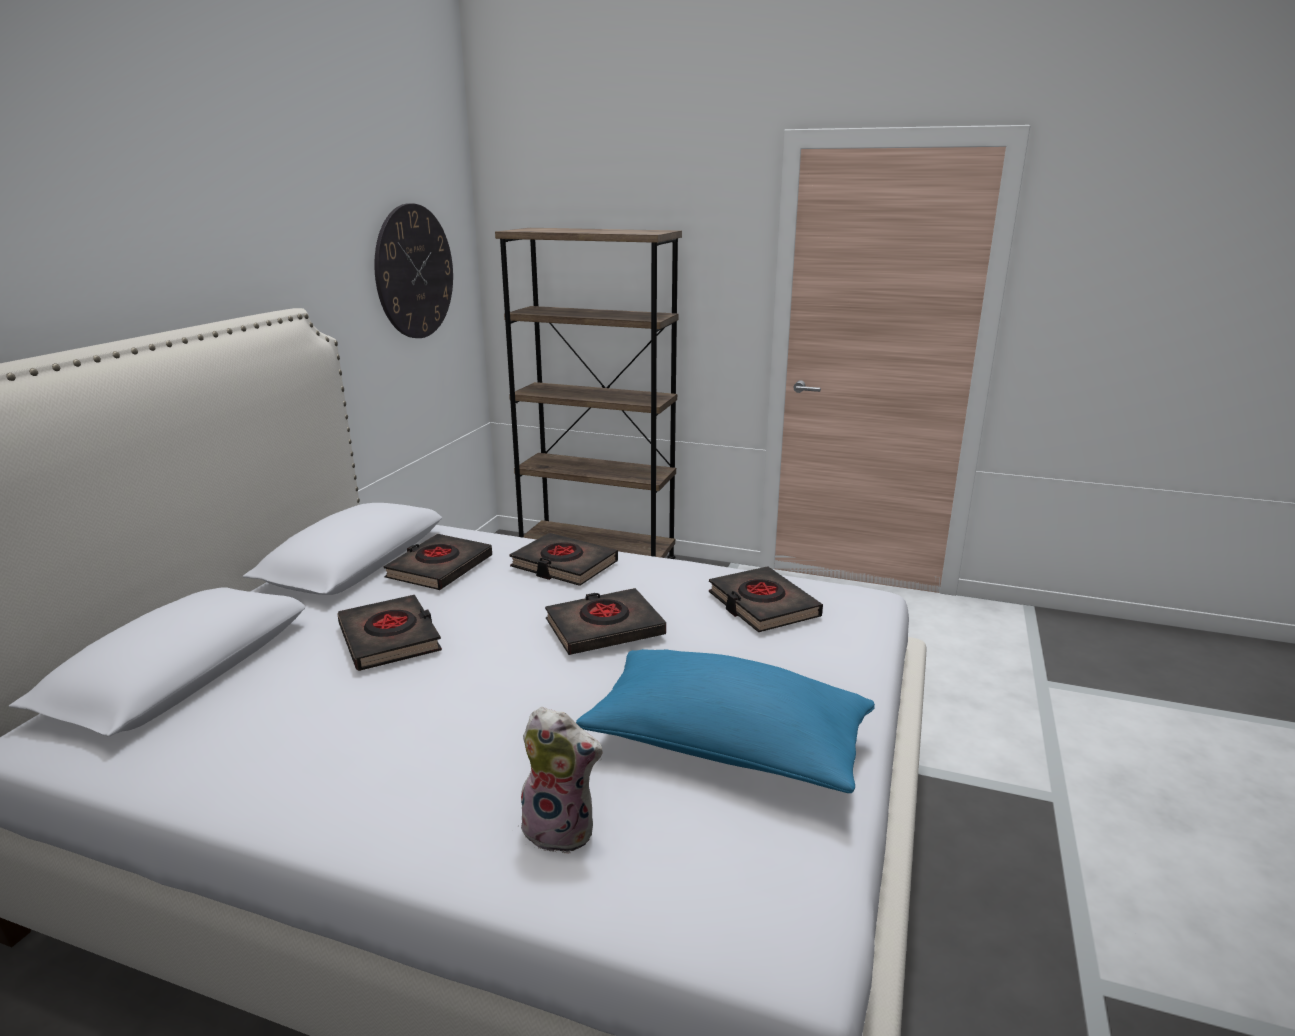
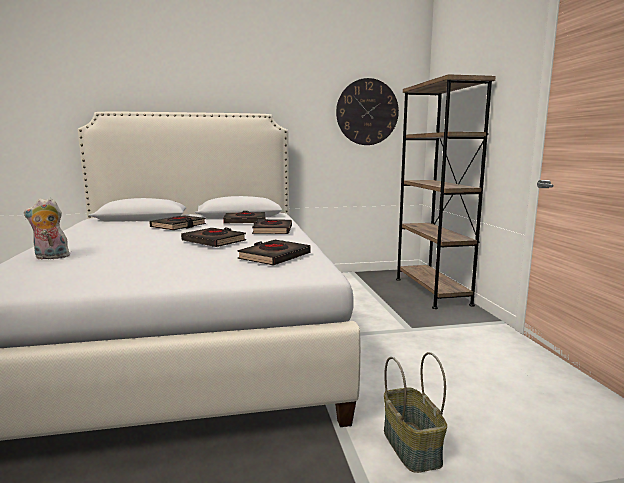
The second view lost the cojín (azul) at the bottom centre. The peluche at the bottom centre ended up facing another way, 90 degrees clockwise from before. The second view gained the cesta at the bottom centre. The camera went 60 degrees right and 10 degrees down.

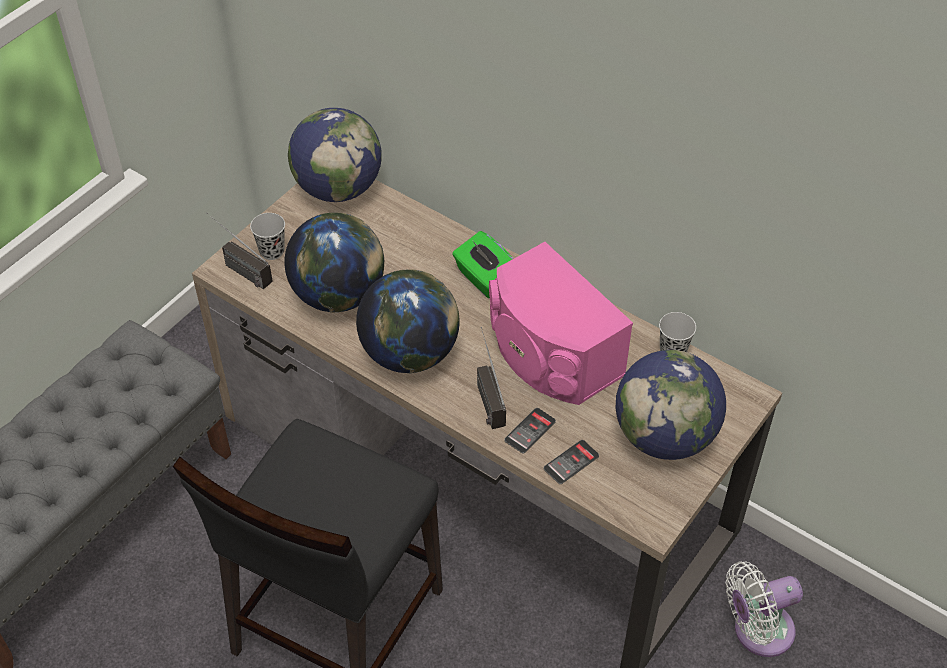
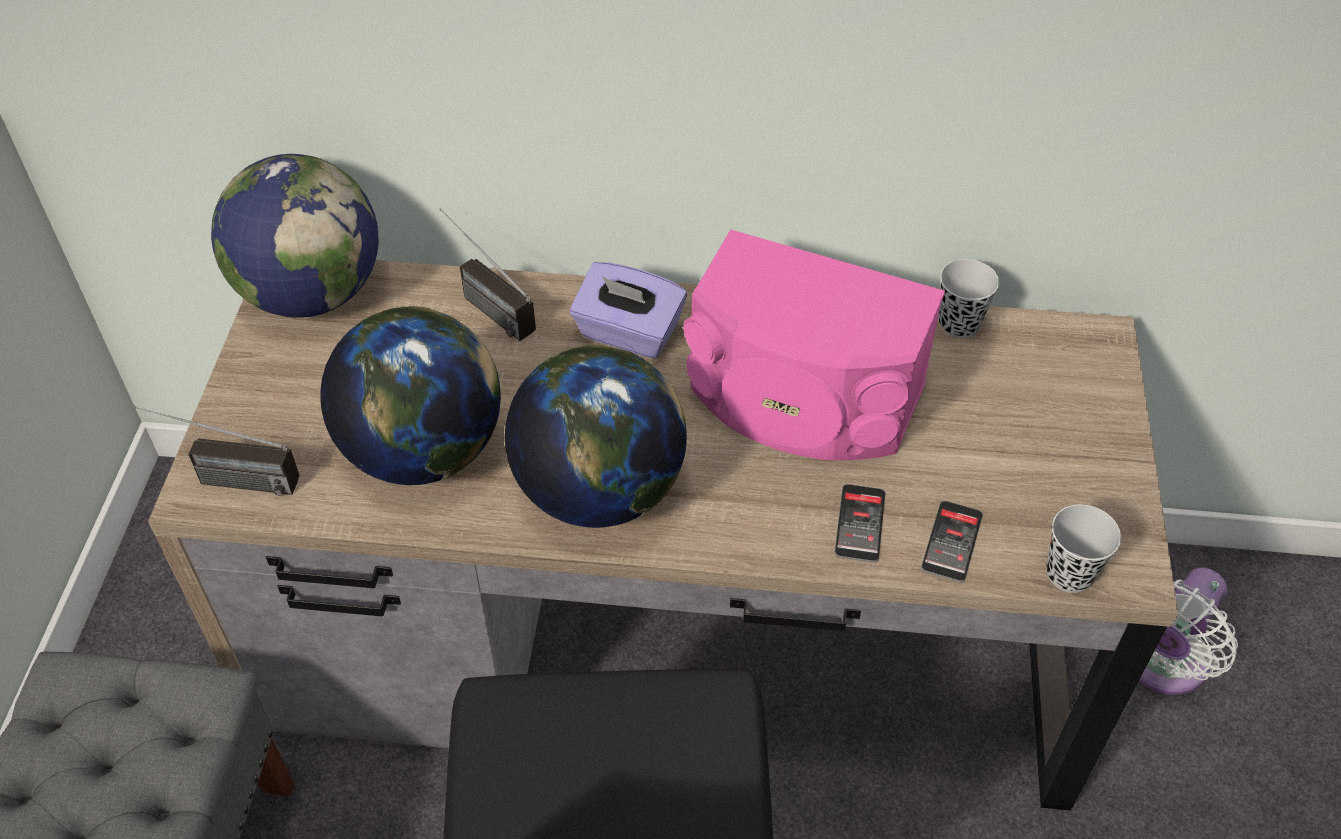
The taza (negro) (1st from left in the first image) ended up elsewhere, having gone from the middle left to the middle right. What was the caja de pañuelos (verde) at the centre turned into the caja de pañuelos (morado) at the centre. The radio (2nd from left) ended up elsewhere, having gone from the centre to the top centre. The second view lost the globo terráqueo (4th from left) at the middle right. The camera went 30 degrees left and 0 degrees up.

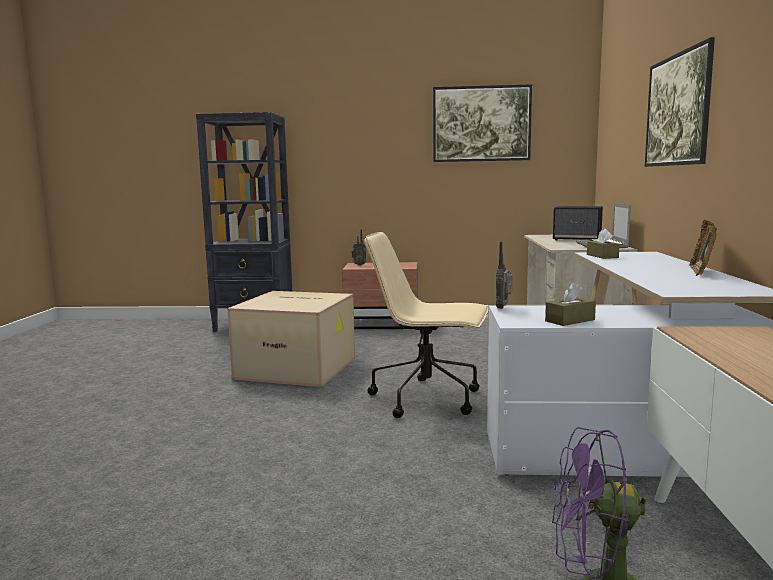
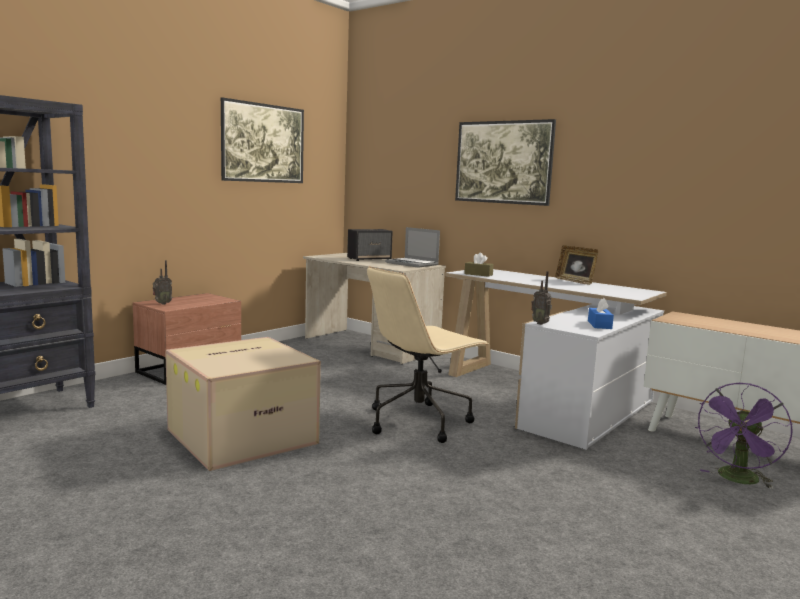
What was the caja de pañuelos (marrón) (1st from left) at the middle right turned into the caja de pañuelos (azul) at the middle right. The camera went 55 degrees left and 0 degrees up.

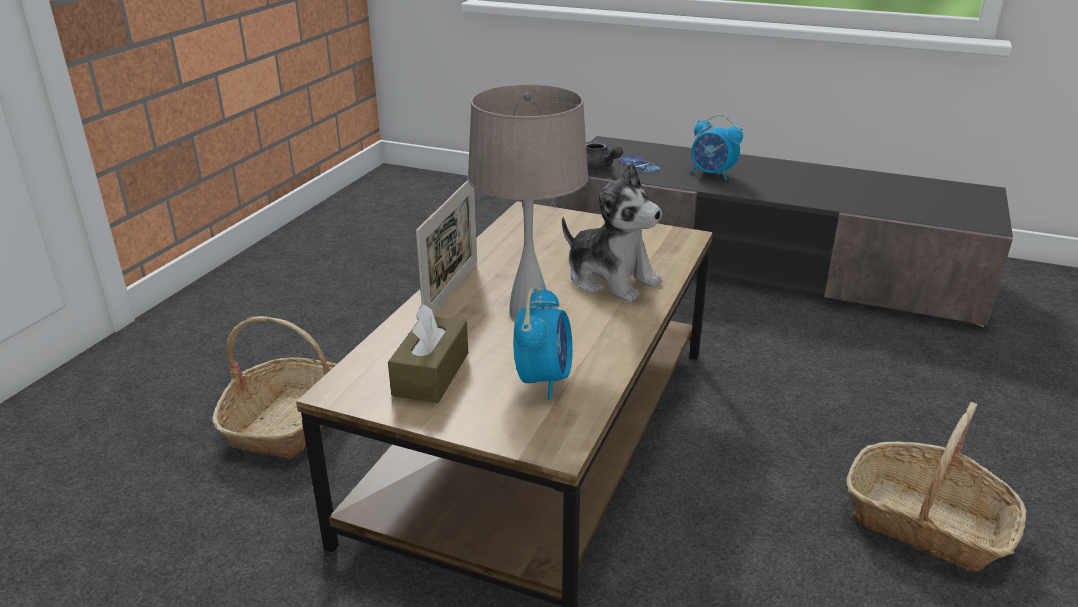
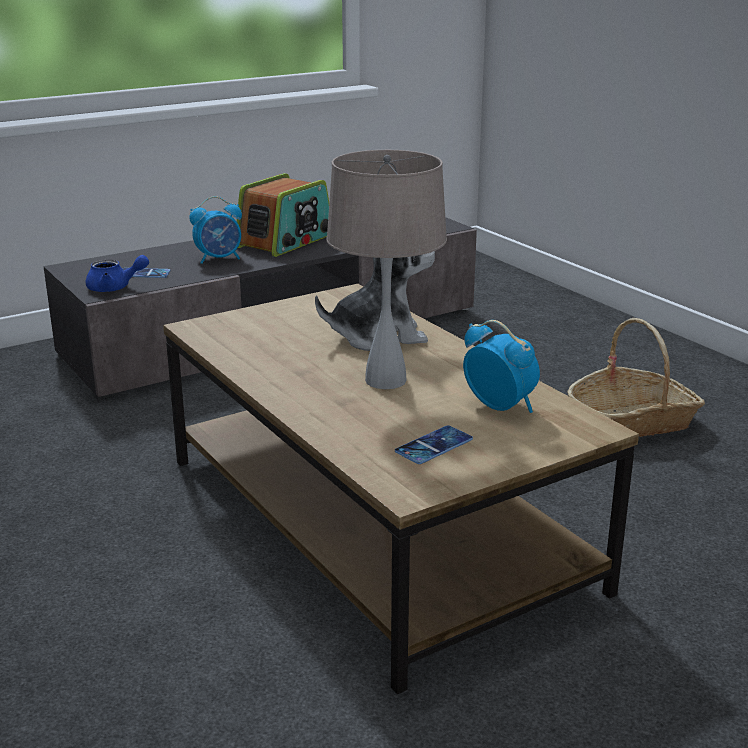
What was the tetera (gris) at the top centre turned into the tetera (azul) at the middle left. The second view lost the portarretratos at the centre. Where the caja de pañuelos (marrón) stood at the centre, the móvil (2nd from left) came to stand at the centre. The second view lost the cesta (1st from left) at the middle left. The second view gained the radio at the top centre. The camera went 55 degrees left and 5 degrees down.

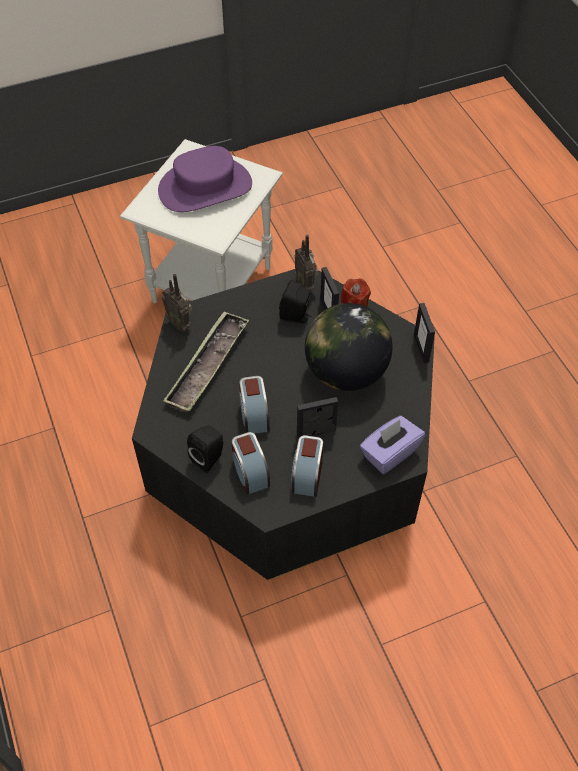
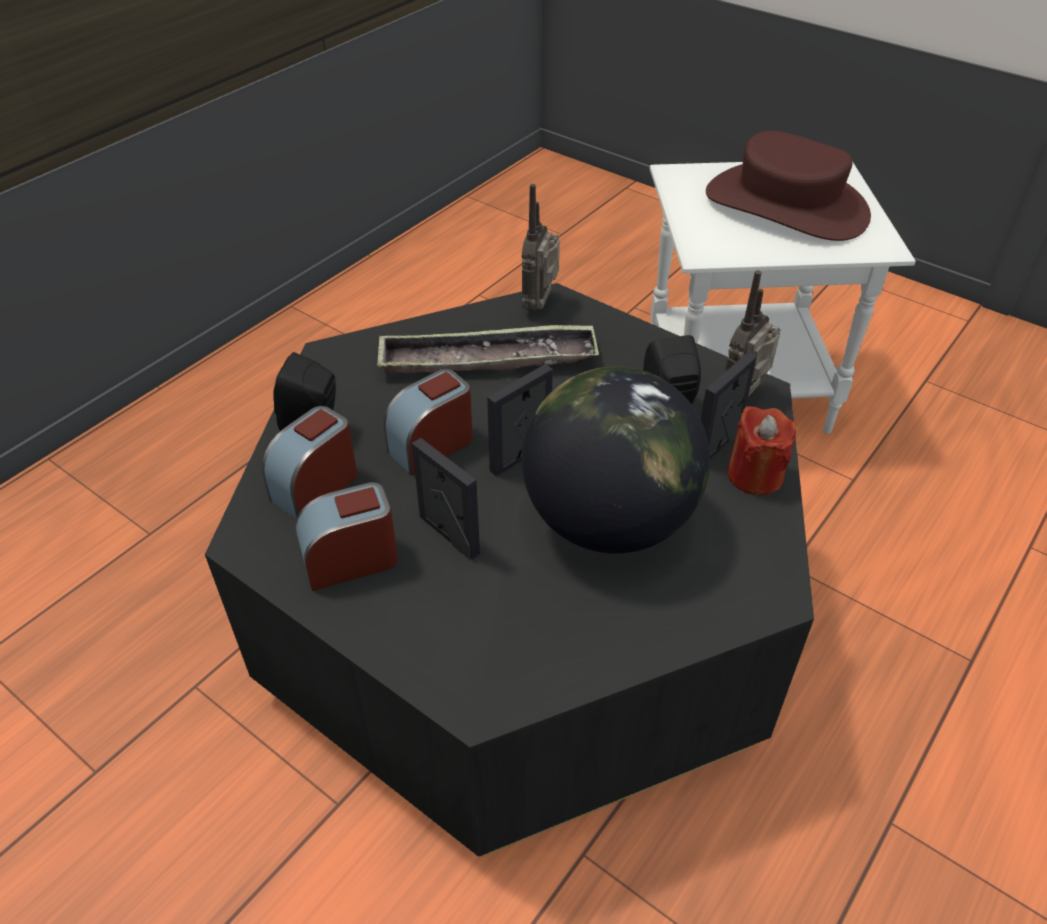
What was the sombrero (morado) at the top centre turned into the sombrero (marrón) at the top right. The portarretratos (3rd from left in the first image) ended up elsewhere, having gone from the middle right to the centre. The second view lost the caja de pañuelos (morado) at the middle right. The camera went 60 degrees right and 10 degrees down.

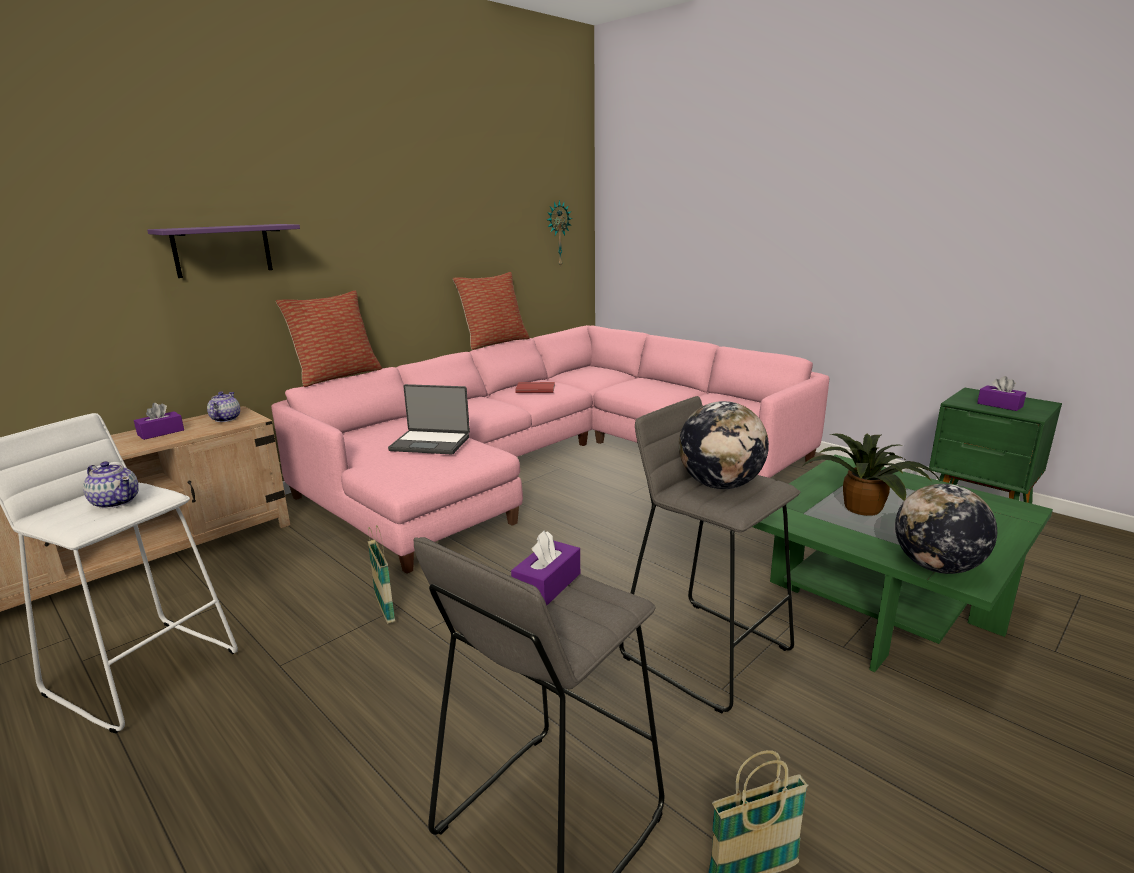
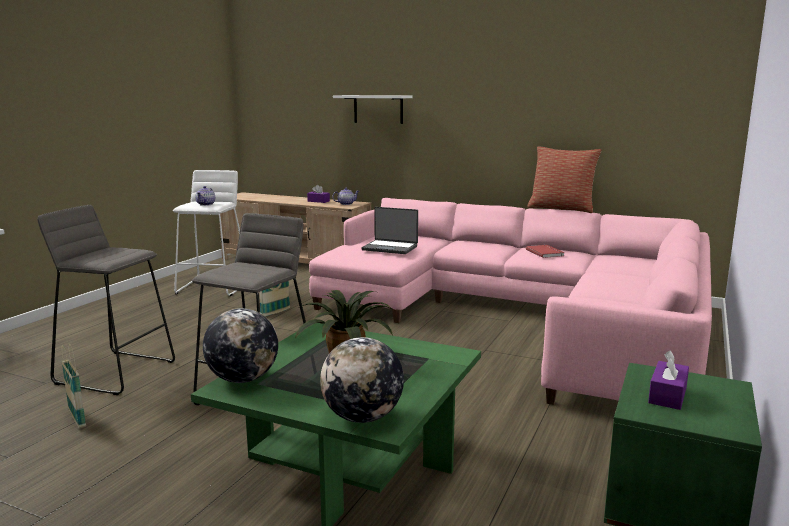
The second view lost the reloj de pared at the top centre. What was the estante (morado) at the top left turned into the estante (blanco) at the top centre. The second view lost the cojín (1st from left) at the middle left. The portátil at the centre ended up facing another way, 60 degrees counterclockwise from before. The globo terráqueo (1st from left in the first image) ended up elsewhere, having gone from the centre to the bottom centre. The second view lost the caja de pañuelos (morado) (2nd from left) at the centre. The camera went 70 degrees right and 5 degrees down.

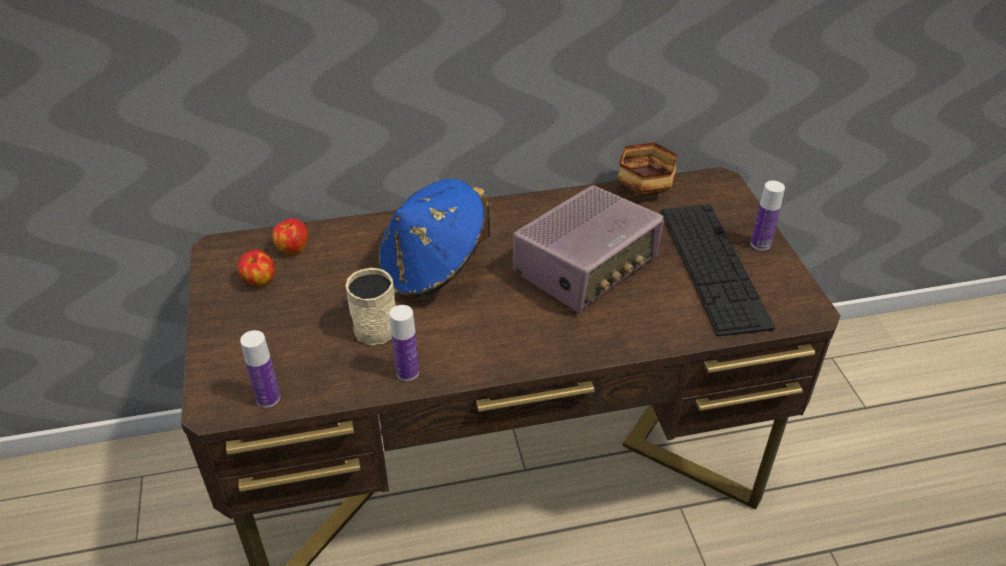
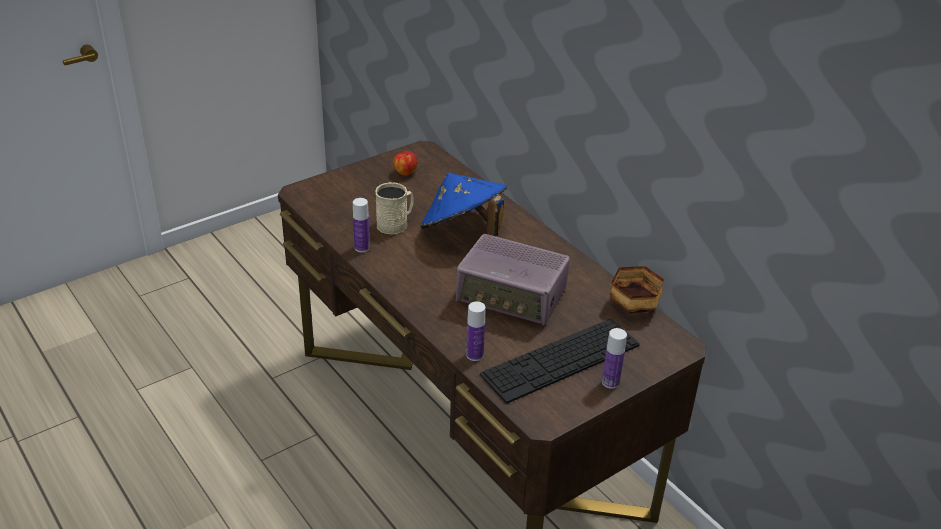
The second view lost the manzana (2nd from left) at the middle left. The botella (1st from left in the first image) ended up elsewhere, having gone from the middle left to the centre. The camera went 65 degrees right and 5 degrees down.

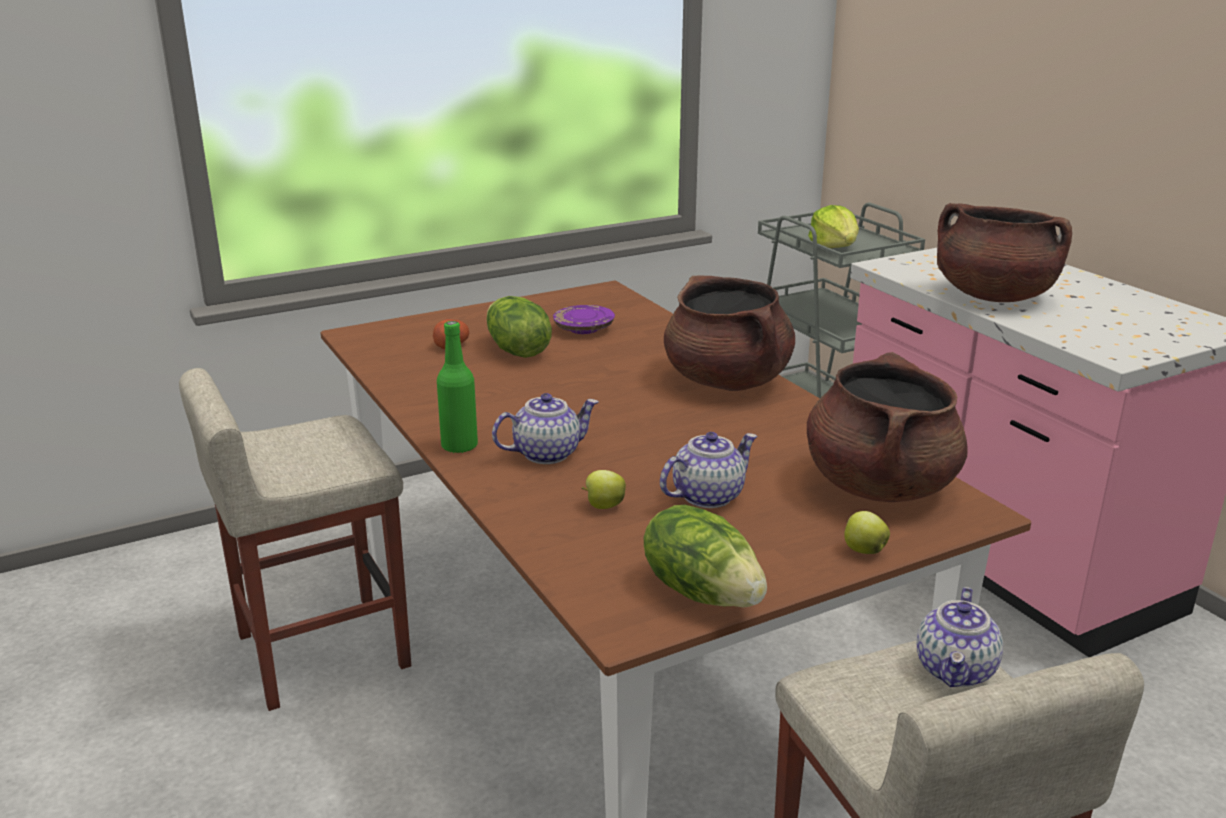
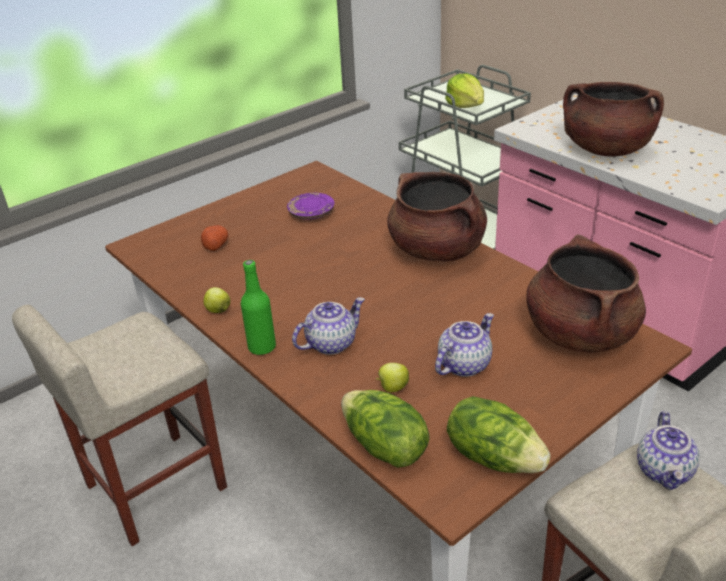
The lechuga (1st from left) ended up elsewhere, having gone from the centre to the bottom centre. The manzana (2nd from left in the first image) ended up elsewhere, having gone from the middle right to the middle left. The camera went 10 degrees left and 10 degrees up.

